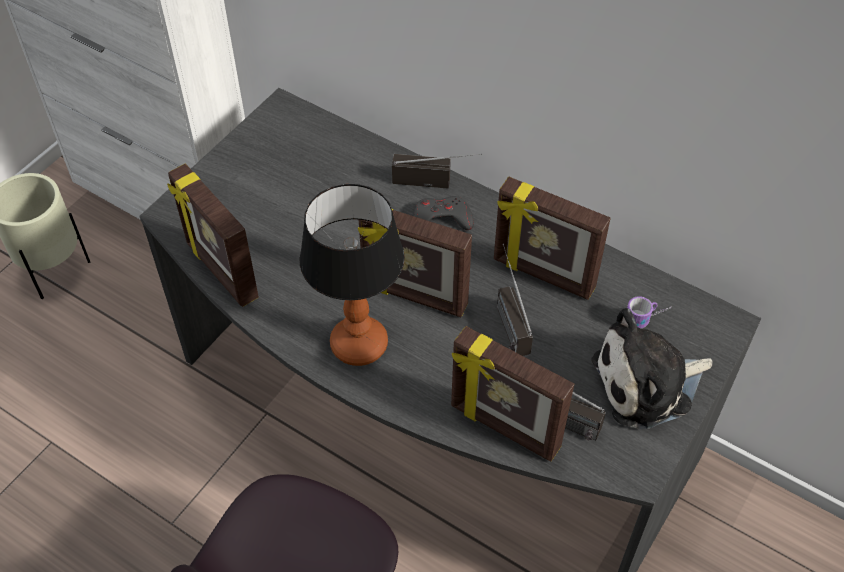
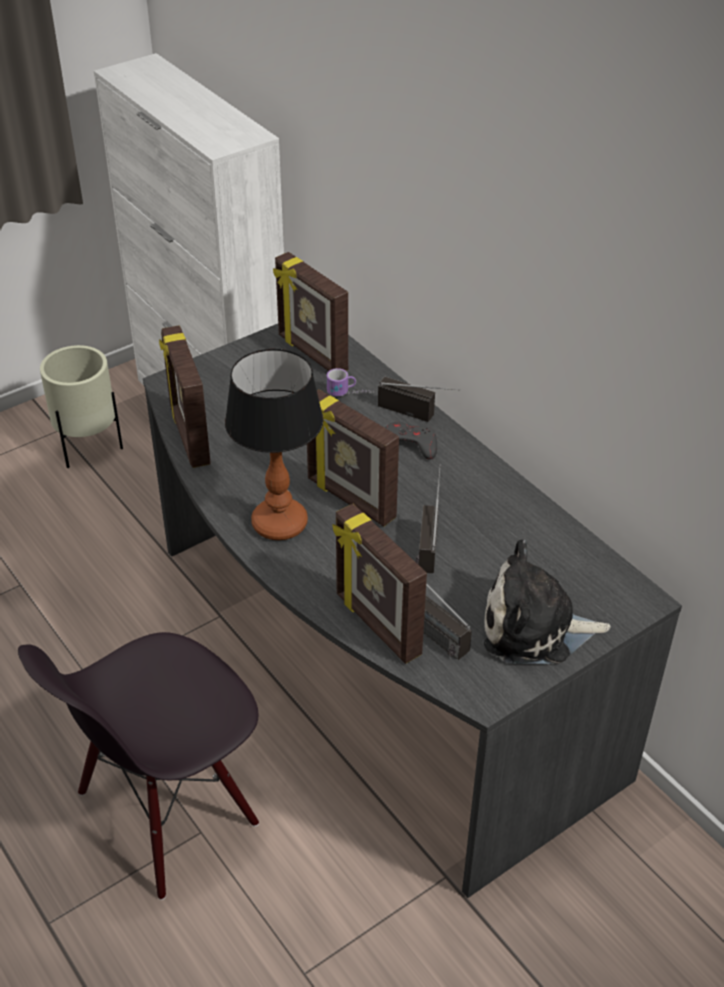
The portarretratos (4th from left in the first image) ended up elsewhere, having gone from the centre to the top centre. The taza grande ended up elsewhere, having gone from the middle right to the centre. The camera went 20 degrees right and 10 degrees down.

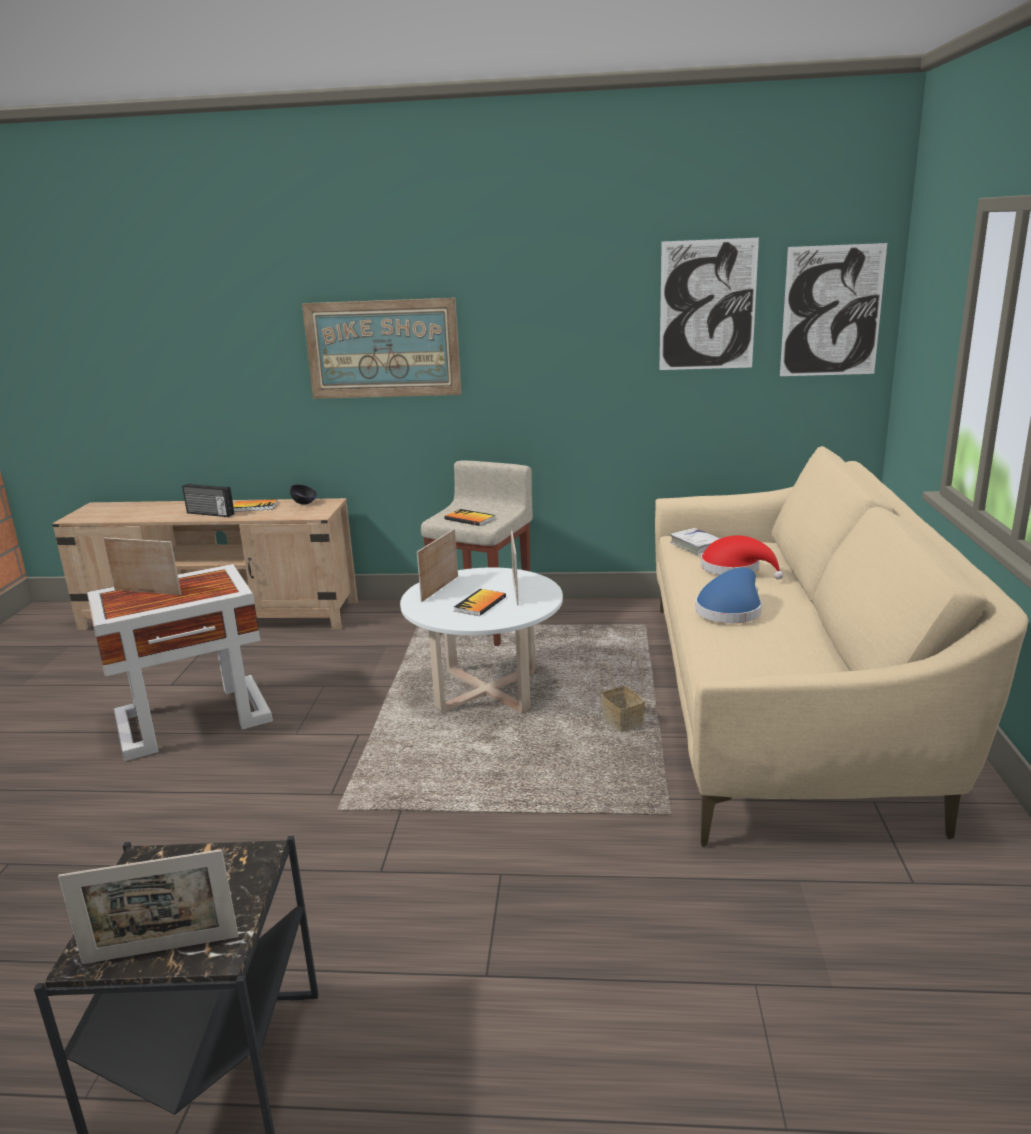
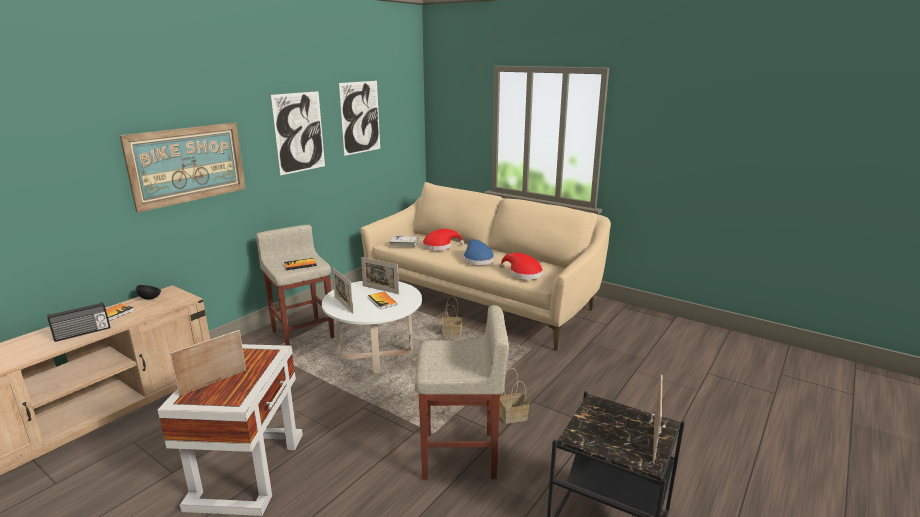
The cuadro (3rd from left in the first image) ended up elsewhere, having gone from the top right to the top left. The second view gained the sombrero (rojo) (2nd from left) at the centre. The second view gained the taburete (beis) (2nd from left) at the bottom centre. The second view gained the cesta (2nd from left) at the bottom centre. The camera went 60 degrees left and 0 degrees up.

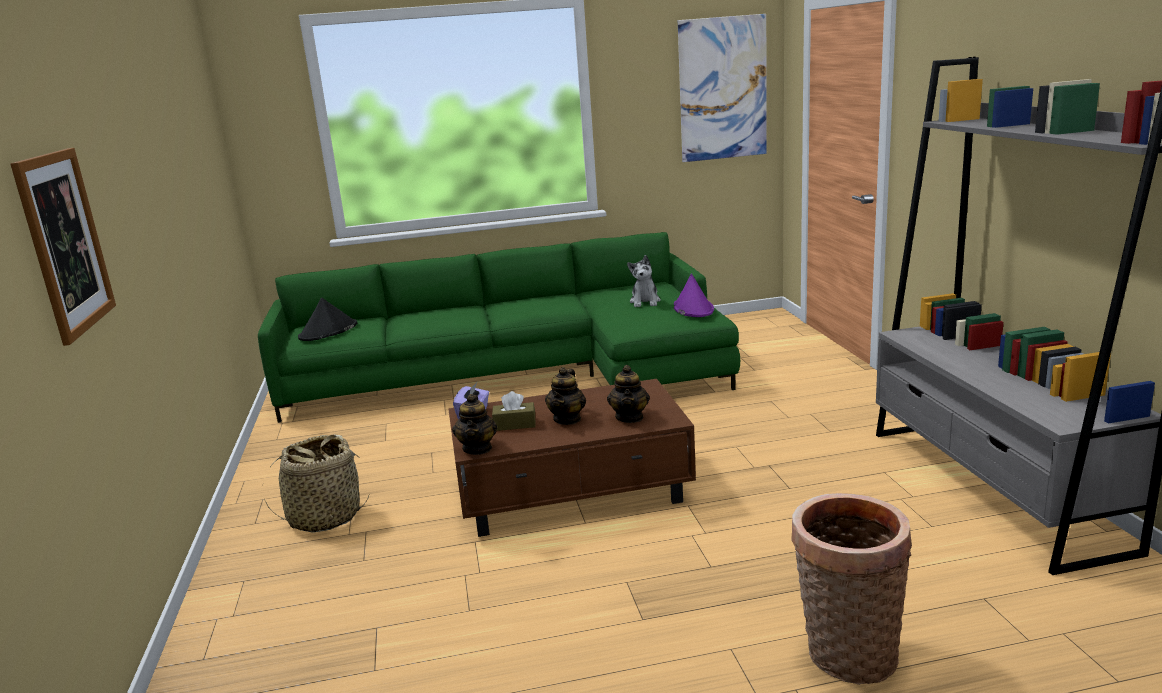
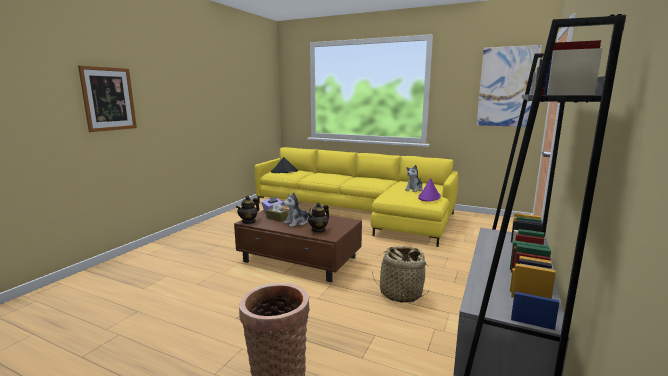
What was the sofá (verde) at the centre turned into the sofá (amarillo) at the centre. Where the tetera (2nd from left) stood at the centre, the peluche (1st from left) came to stand at the centre. The cesta (1st from left in the first image) ended up elsewhere, having gone from the bottom left to the bottom centre. The camera went 35 degrees right and 5 degrees down.

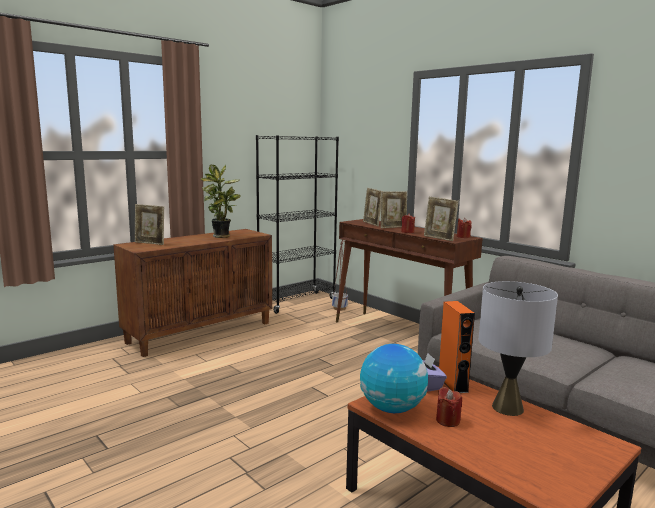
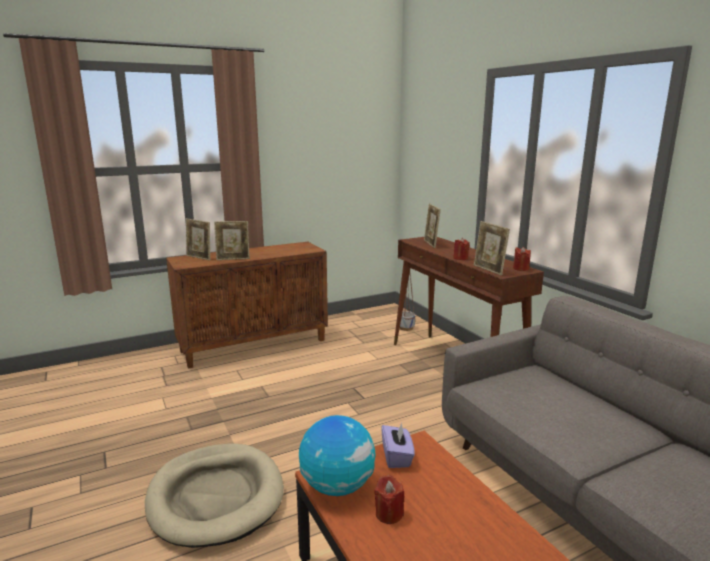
The second view lost the estantería (negro) at the centre. The second view lost the planta en maceta at the centre. The portarretratos (3rd from left in the first image) ended up elsewhere, having gone from the centre to the middle left. The second view lost the lámpara de mesa (gris) at the bottom right. The second view lost the altavoz (naranja) at the bottom right. The second view gained the cama para perro (beis) at the bottom left. The camera went 15 degrees right and 5 degrees up.

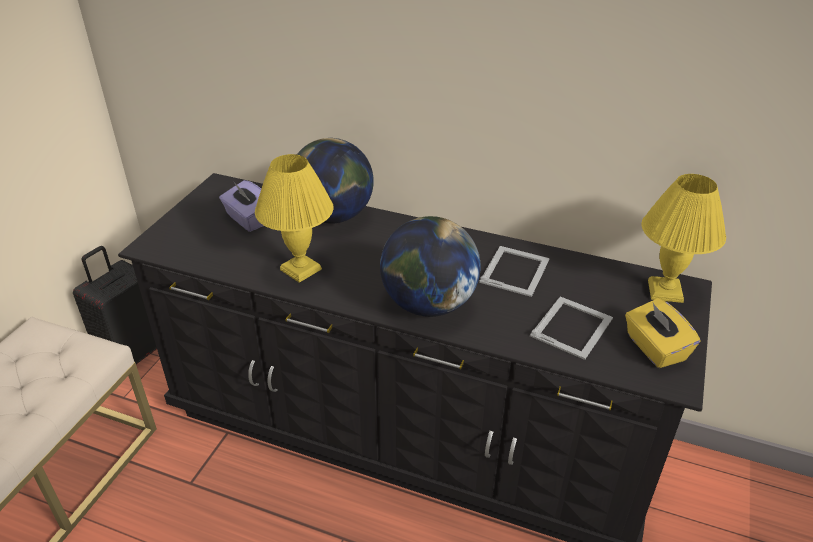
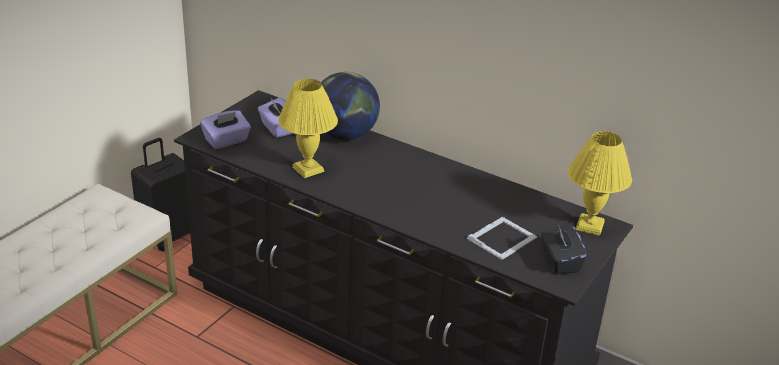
The second view lost the globo terráqueo (2nd from left) at the centre. The second view lost the portarretratos (1st from left) at the centre. What was the caja de pañuelos (amarillo) at the middle right turned into the caja de pañuelos (negro) at the bottom right. The second view gained the caja de pañuelos (morado) (1st from left) at the middle left. The camera went 10 degrees right and 5 degrees down.

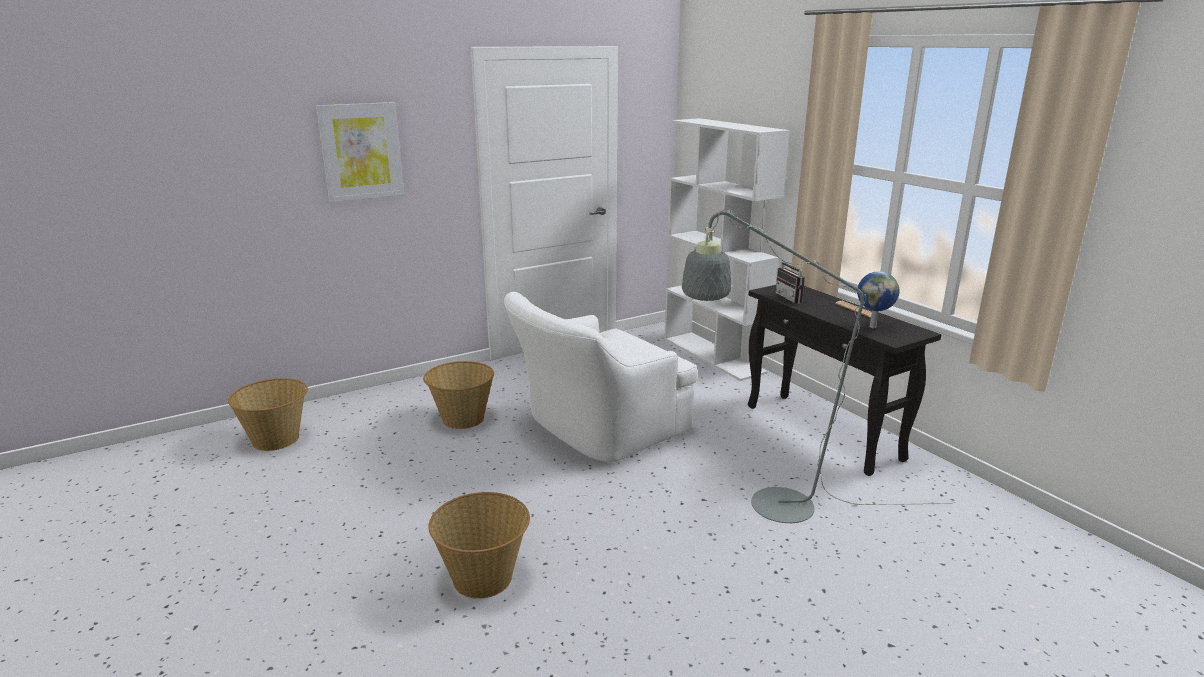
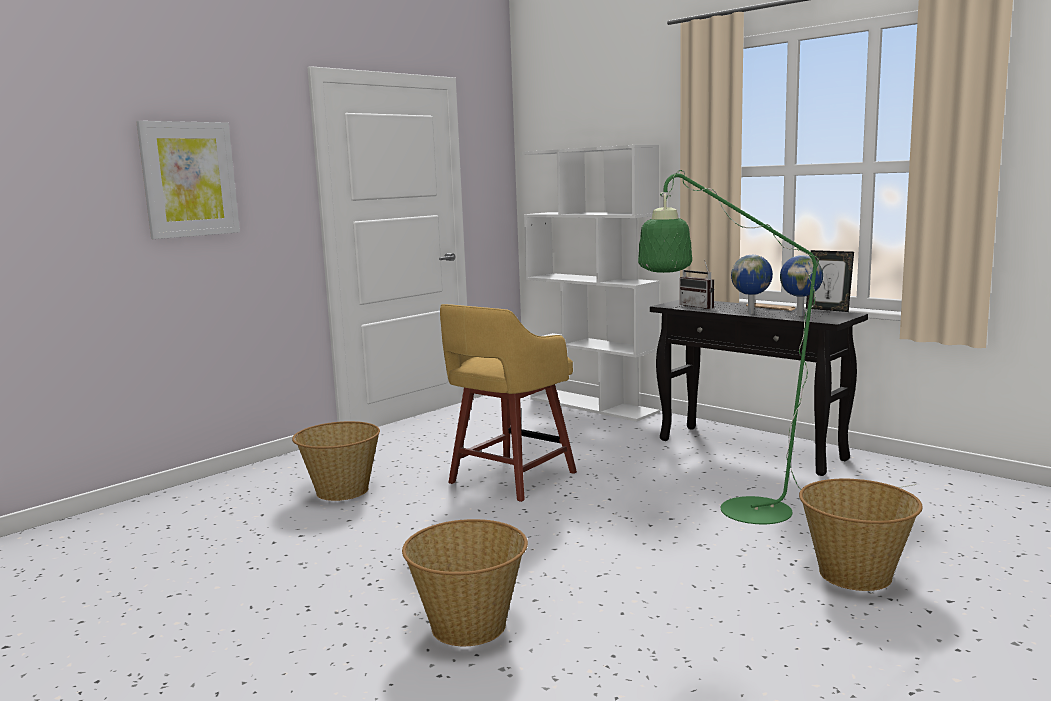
What was the lámpara de pie (gris) at the middle right turned into the lámpara de pie (verde) at the middle right. Where the sillón (blanco) stood at the centre, the taburete (amarillo) came to stand at the centre. The cesta (1st from left in the first image) ended up elsewhere, having gone from the middle left to the bottom right. The second view gained the portarretratos at the middle right. The second view gained the globo terráqueo (1st from left) at the middle right. The camera went 15 degrees left and 10 degrees down.

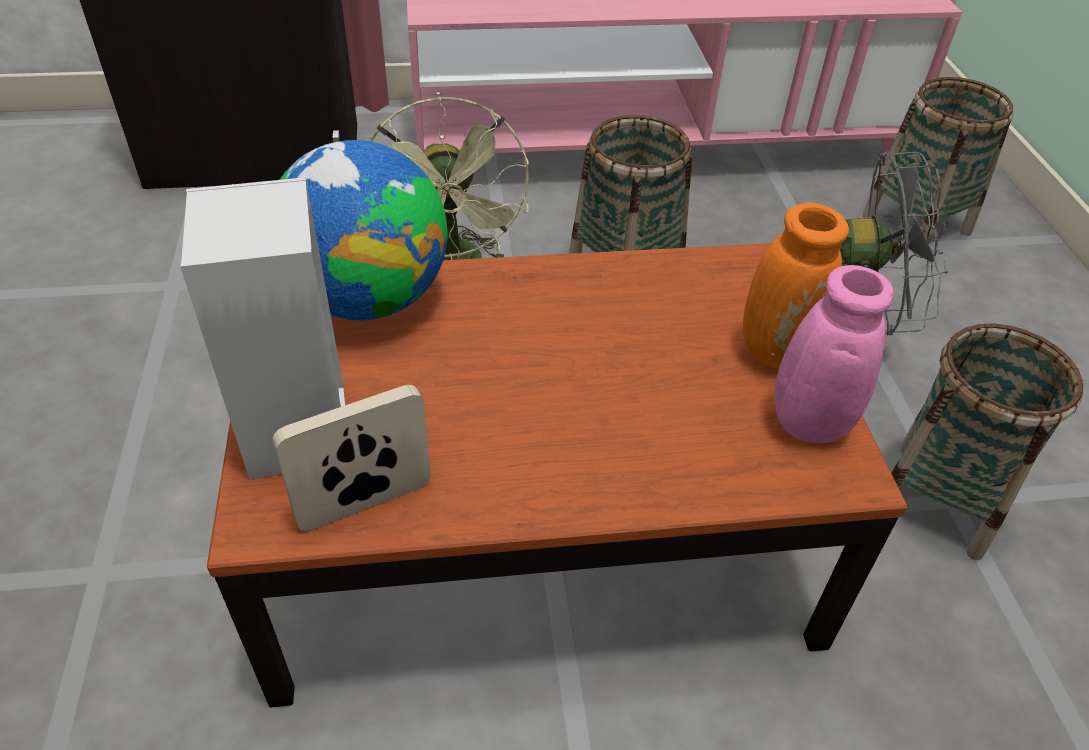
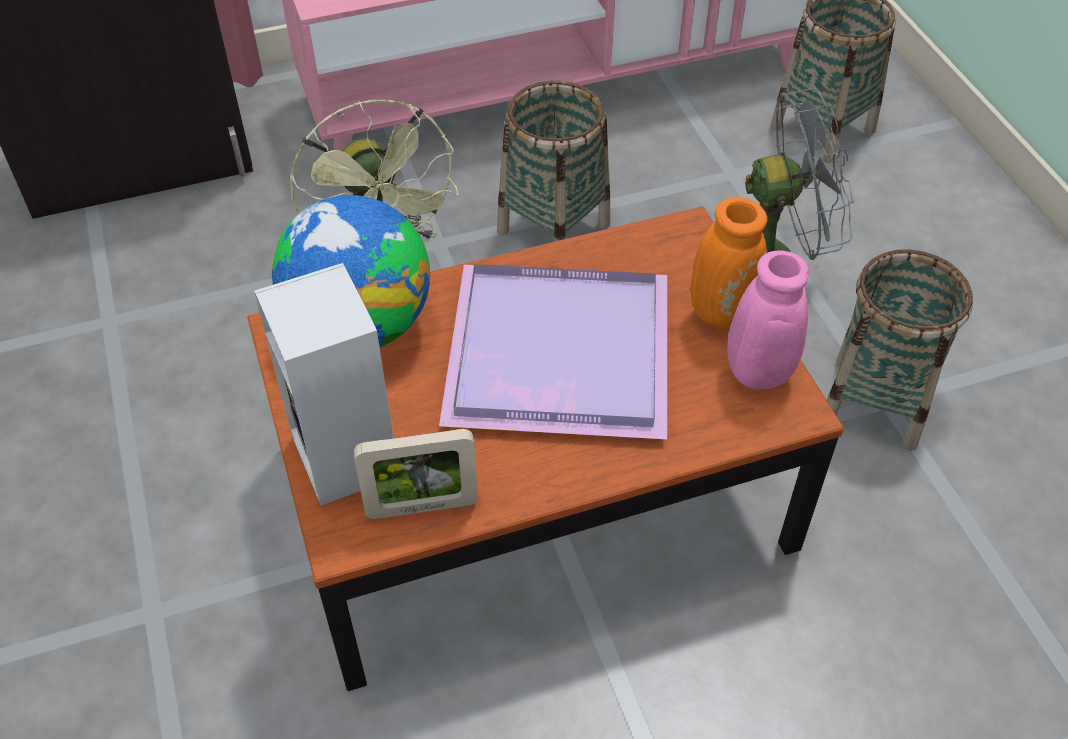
The portarretratos at the middle left ended up facing another way, 150 degrees counterclockwise from before. The second view gained the bandeja (morado) at the centre. The camera went 10 degrees left and 5 degrees up.

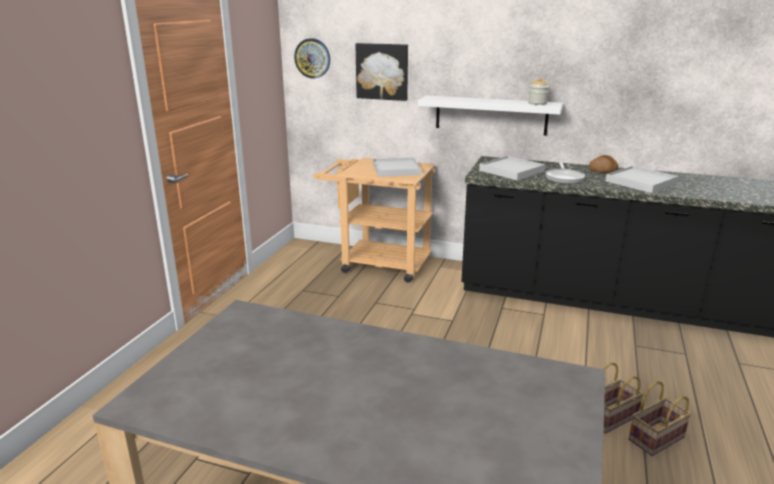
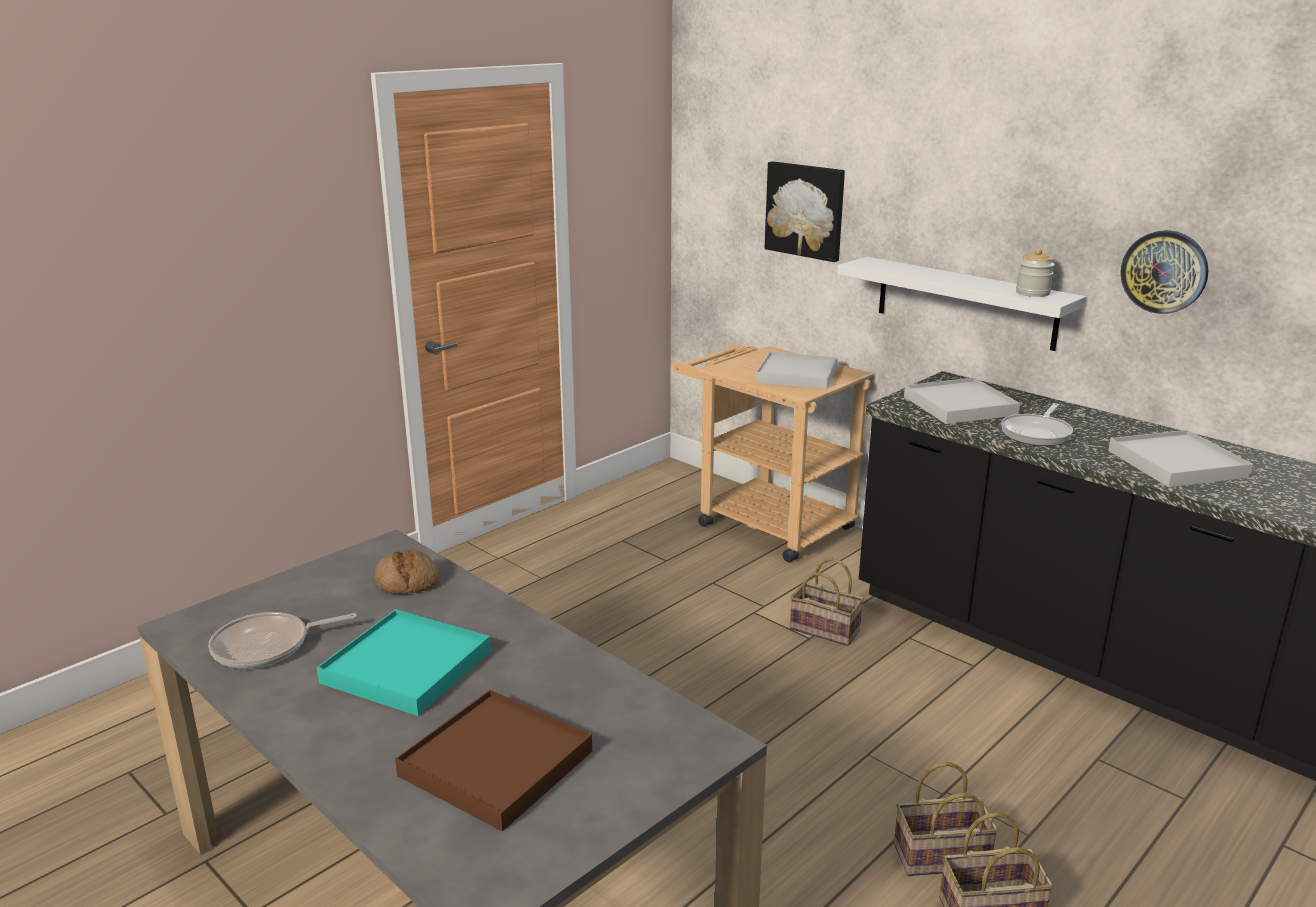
The reloj de pared ended up elsewhere, having gone from the top centre to the top right. The pan ended up elsewhere, having gone from the middle right to the middle left. The second view gained the cesta (1st from left) at the centre. The second view gained the bandeja (turquesa) at the bottom left. The second view gained the sartén (1st from left) at the bottom left. The second view gained the bandeja (marrón) at the bottom centre. The camera went 25 degrees right and 0 degrees up.

